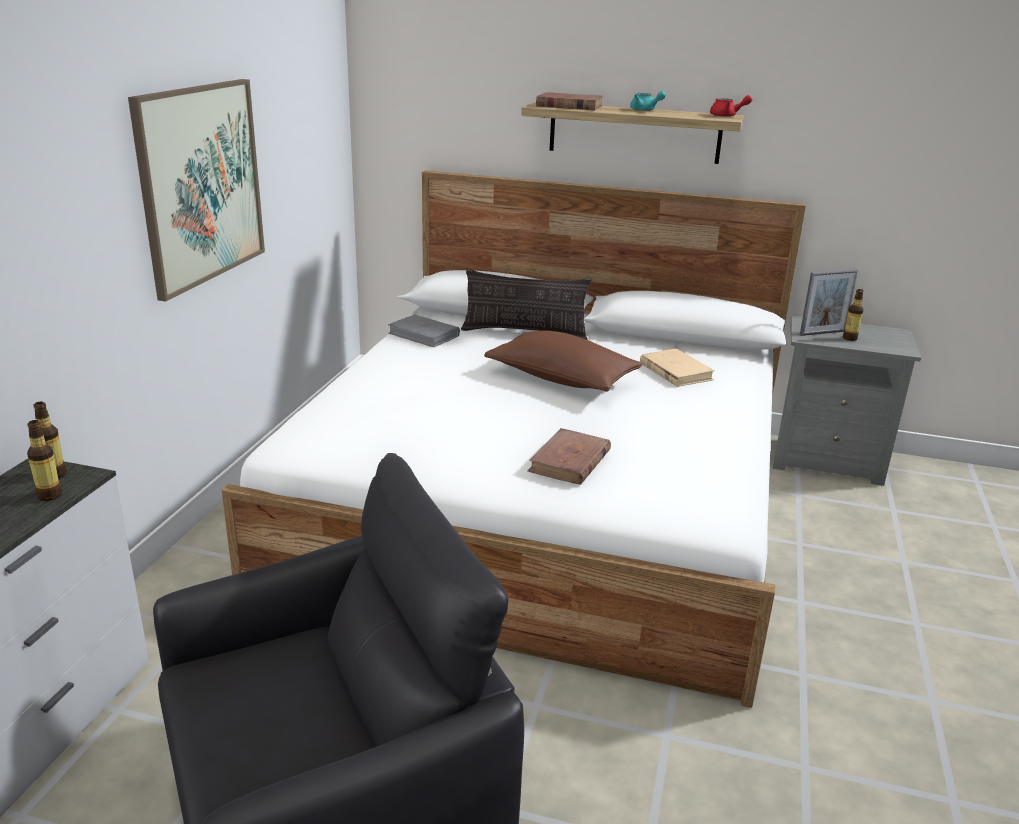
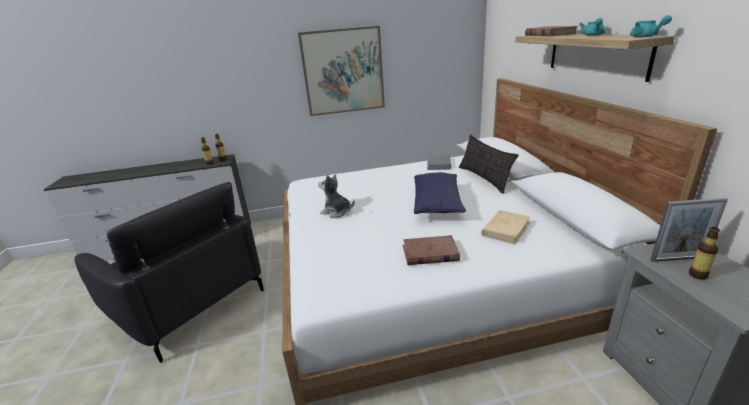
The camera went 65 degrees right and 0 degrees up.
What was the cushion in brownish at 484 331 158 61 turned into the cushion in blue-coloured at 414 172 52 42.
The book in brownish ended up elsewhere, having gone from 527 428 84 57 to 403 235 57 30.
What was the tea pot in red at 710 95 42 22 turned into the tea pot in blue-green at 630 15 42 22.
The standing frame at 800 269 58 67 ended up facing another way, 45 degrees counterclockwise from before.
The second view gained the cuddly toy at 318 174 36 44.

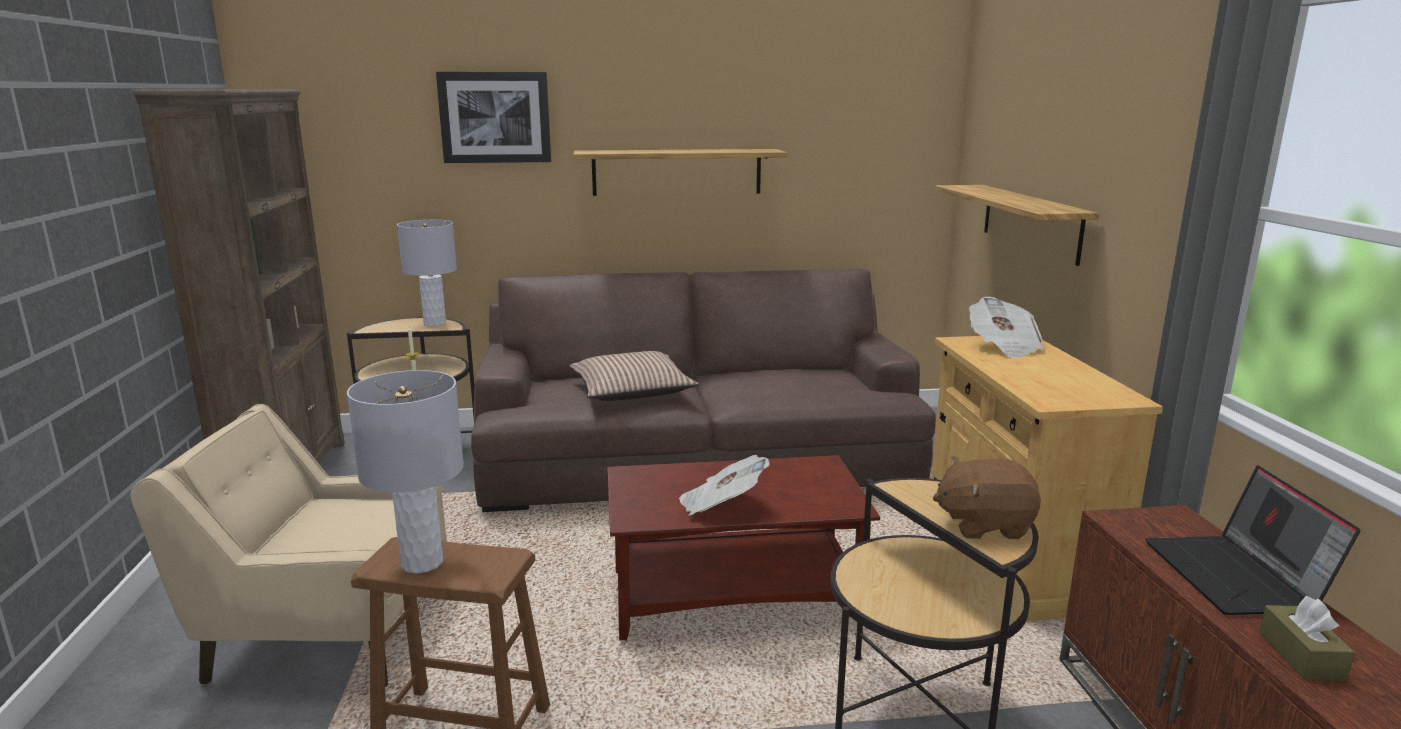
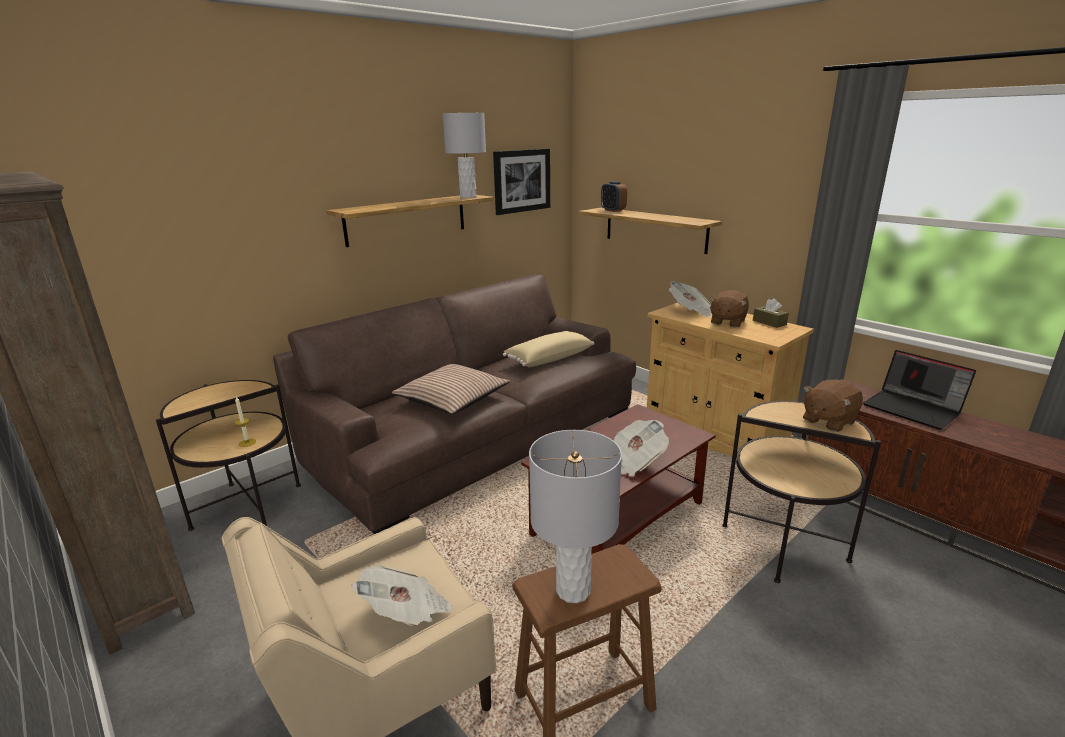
The camera went 35 degrees left and 5 degrees up.
The table lamp in greyish ended up elsewhere, having gone from 397 220 60 107 to 442 113 44 85.
The wall art ended up elsewhere, having gone from 436 72 115 91 to 493 148 57 67.
The tissue holder in brownish ended up elsewhere, having gone from 1259 596 96 85 to 753 298 36 30.
The second view gained the newspaper at 351 565 102 61.
The second view gained the cushion in sand-coloured at 503 331 92 36.
The second view gained the table clock at 601 181 26 31.
The second view gained the cuddly toy in brownish at 709 290 40 38.

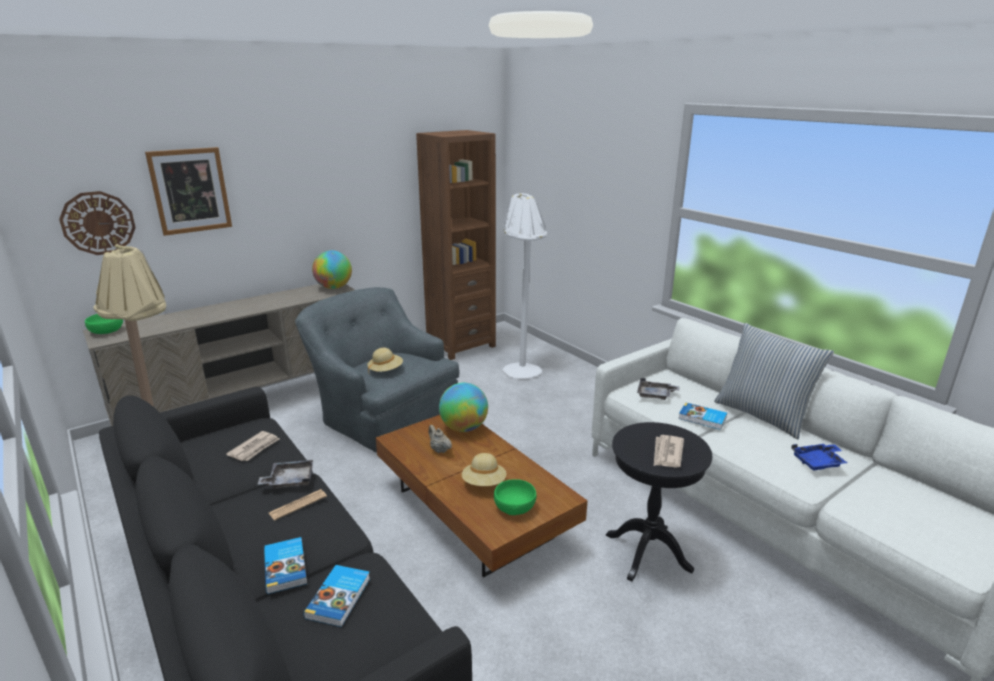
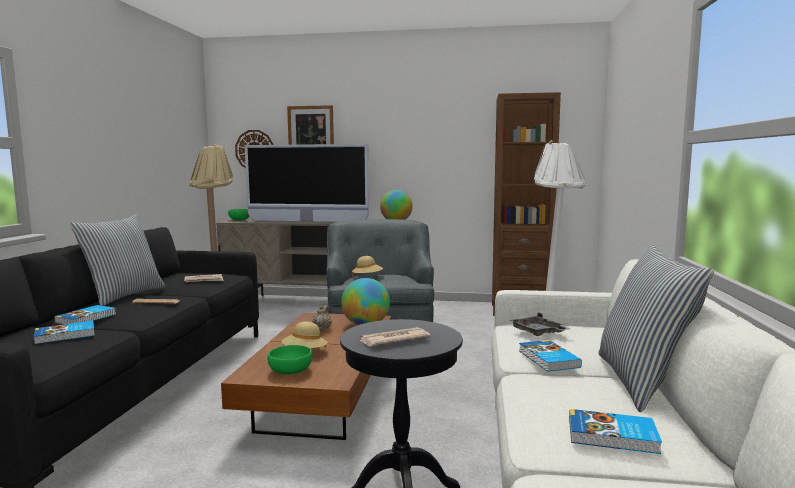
The camera went 45 degrees right and 15 degrees down.
The second view lost the carrying tray in greyish at 257 460 56 29.
Where the carrying tray in blue-coloured stood at 791 444 56 26, the book came to stand at 569 409 93 45.
The second view gained the cushion at 69 214 97 92.
The second view gained the TV at 245 144 124 78.

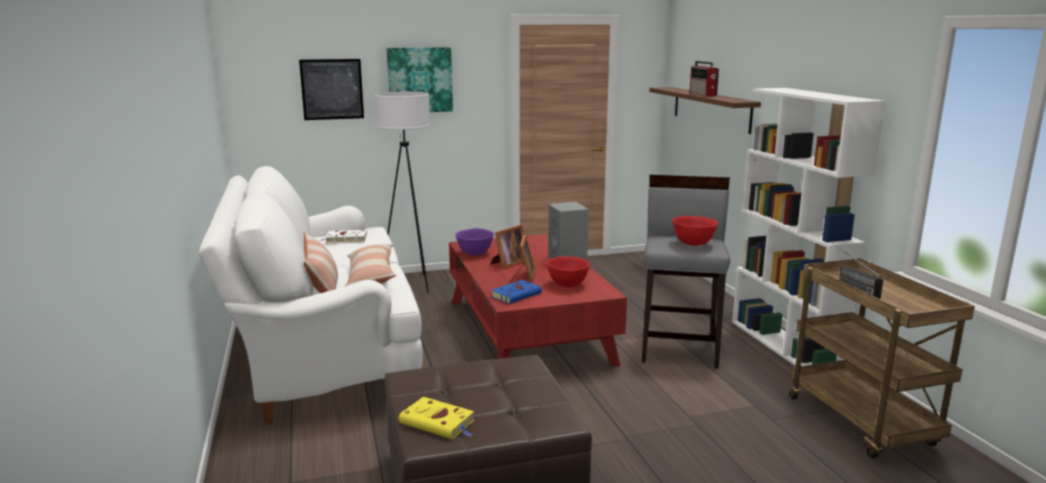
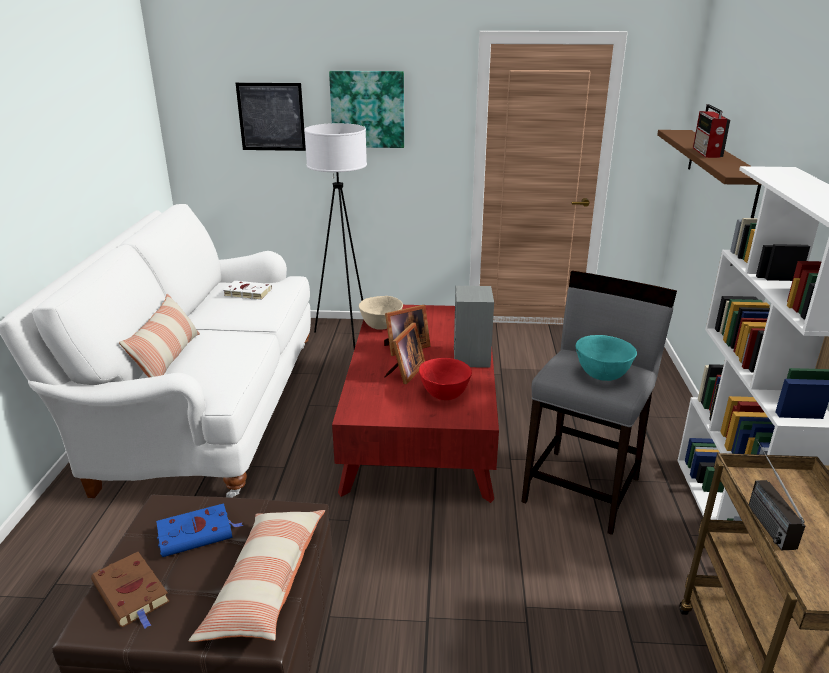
The camera went 20 degrees right and 10 degrees up.
The cushion ended up elsewhere, having gone from 344 244 52 43 to 189 510 136 132.
What was the book in yellow-coloured at 399 397 75 42 turned into the book in brownish at 91 552 79 77.
What was the serving bowl in purple-coloured at 455 228 39 28 turned into the serving bowl in sand-coloured at 359 296 44 34.
The book in blue-coloured ended up elsewhere, having gone from 491 280 51 24 to 156 503 88 54.
What was the serving bowl in red at 672 216 46 30 turned into the serving bowl in blue-green at 576 335 61 46.

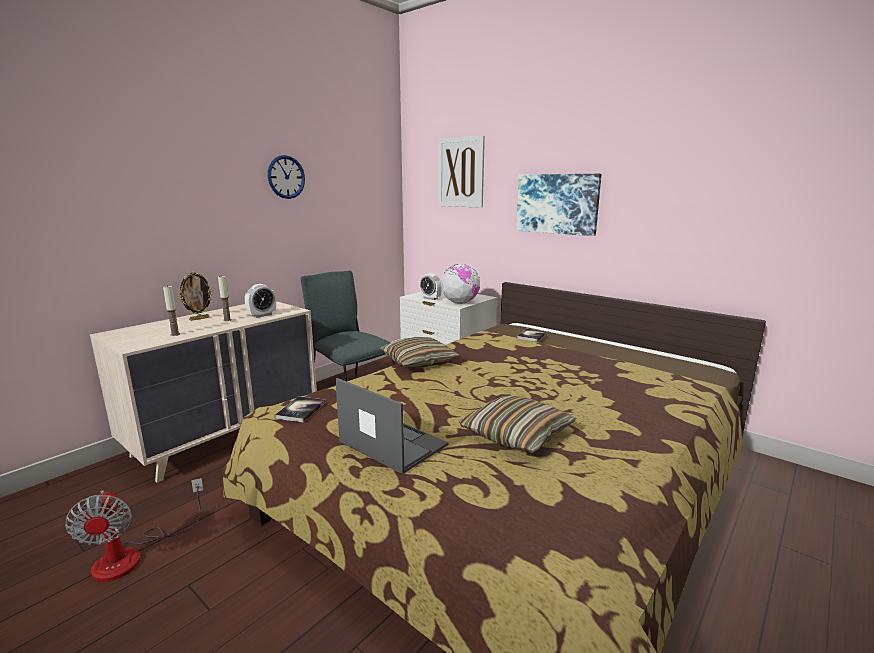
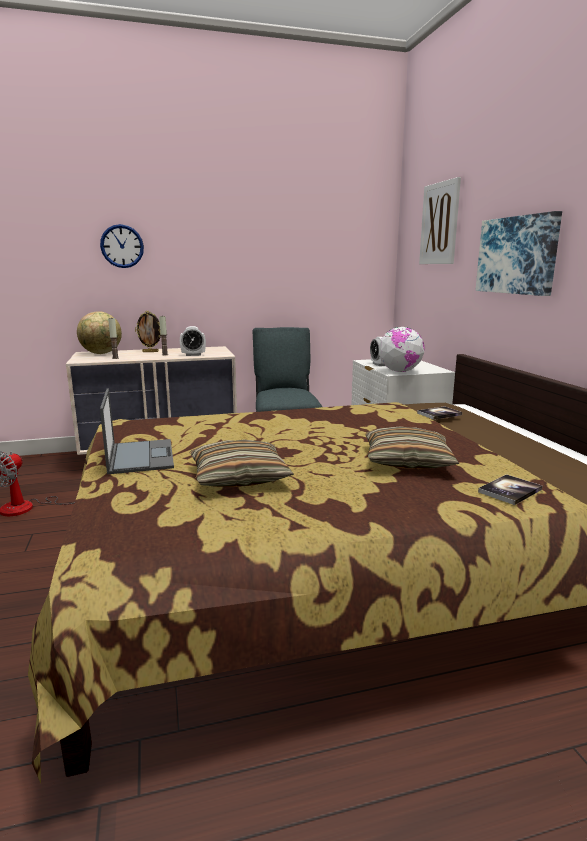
The camera went 35 degrees right and 0 degrees up.
The wall clock ended up elsewhere, having gone from 268 155 37 44 to 100 224 44 44.
The book ended up elsewhere, having gone from 275 396 50 27 to 478 474 64 31.
The cushion ended up elsewhere, having gone from 380 337 80 31 to 365 426 94 43.
The second view gained the world globe at 77 311 45 43.

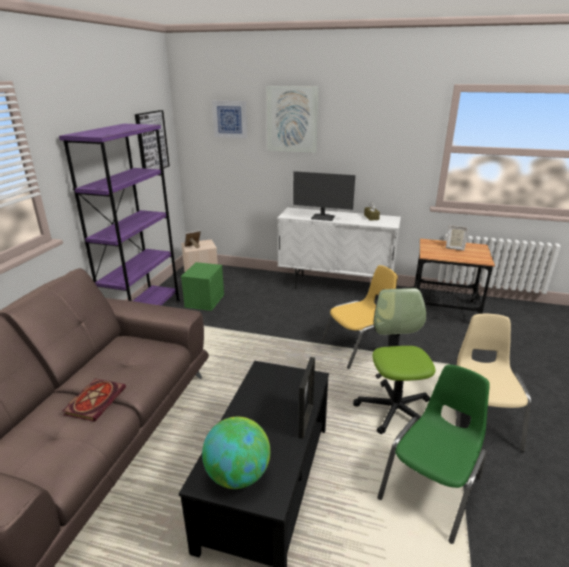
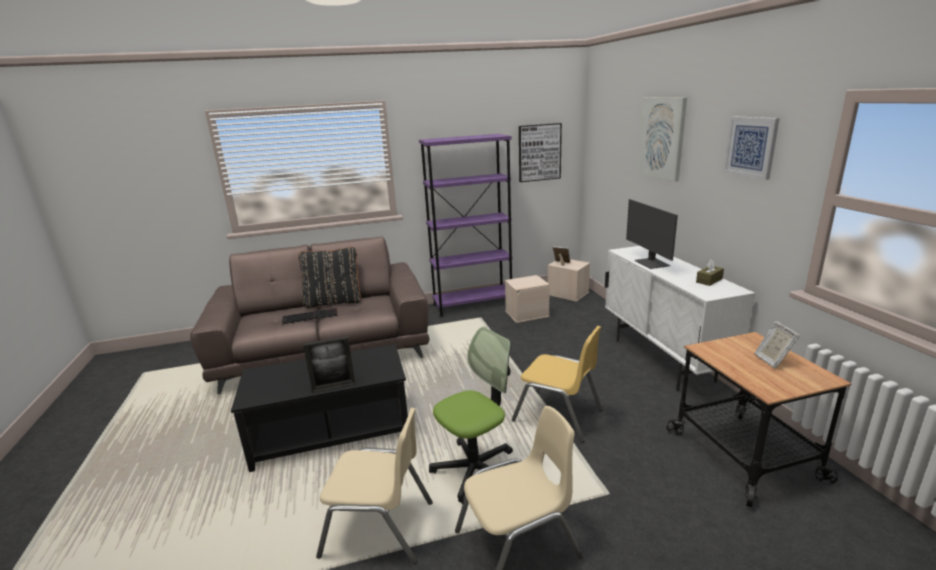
The camera went 60 degrees right and 5 degrees down.
Where the book stood at 62 379 64 43, the PC keyboard came to stand at 282 308 56 16.
What was the storage container in greenish at 181 262 43 49 turned into the storage container in sand-coloured at 505 275 45 48.
The second view lost the world globe at 202 417 68 72.
The wall art ended up elsewhere, having gone from 212 101 35 37 to 723 116 57 64.
What was the chair in greenish at 378 365 112 179 turned into the chair in sand-coloured at 316 408 117 156.
The second view gained the cushion in blackish at 299 247 62 61.

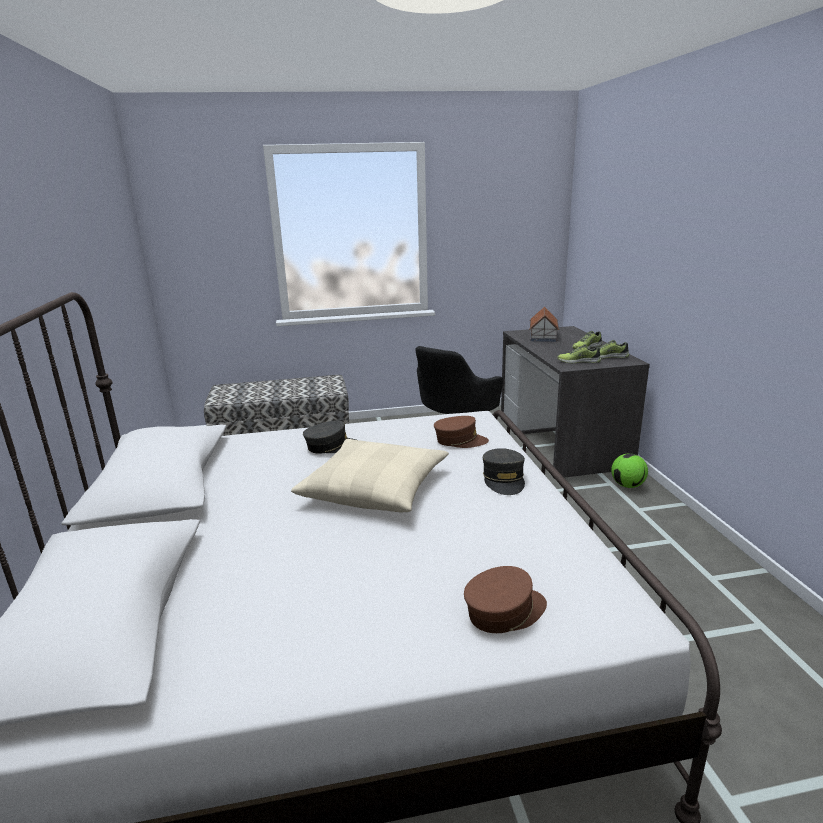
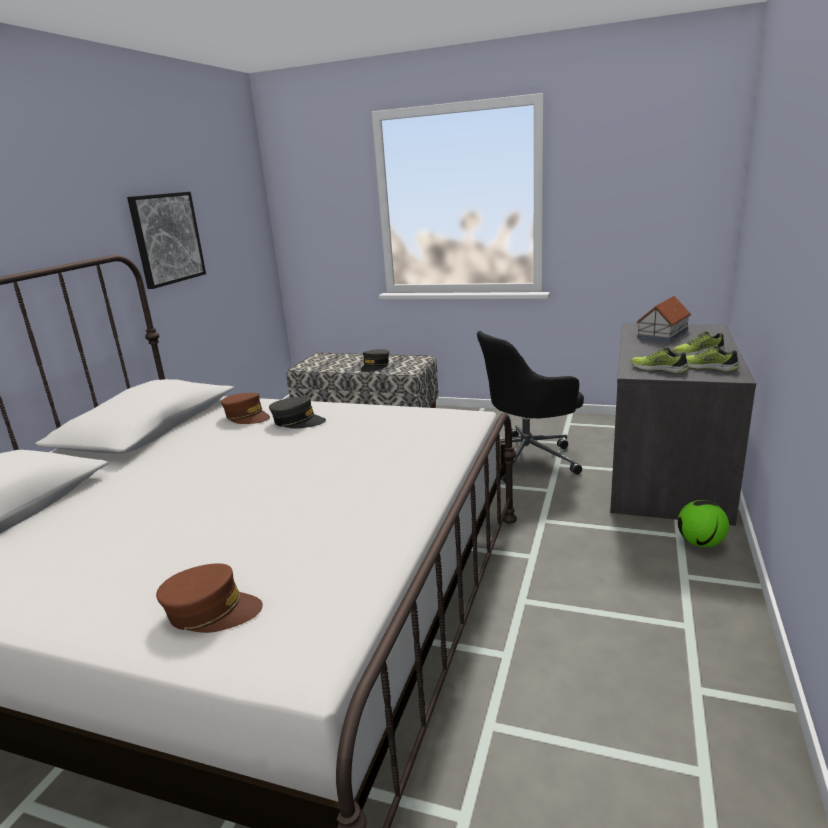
The camera went 30 degrees right and 0 degrees up.
The second view lost the cushion in sand-coloured at 291 439 158 74.
The cap in brownish ended up elsewhere, having gone from 434 416 55 32 to 221 393 49 31.
The cap in greyish ended up elsewhere, having gone from 483 448 42 47 to 361 349 28 23.
The second view gained the wall art at 127 192 79 97.

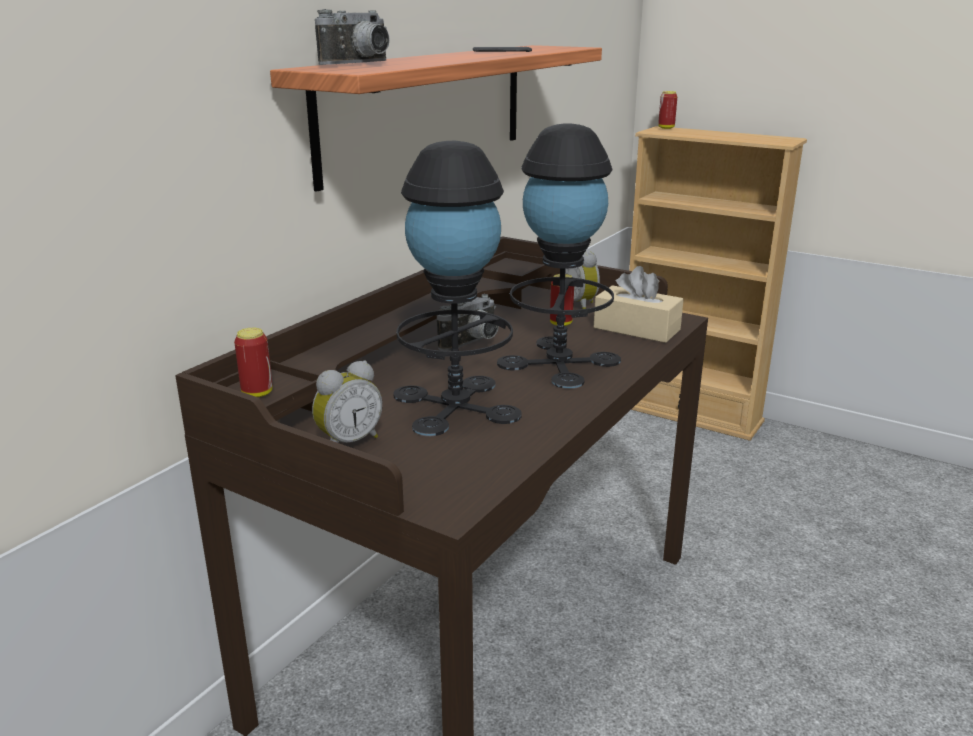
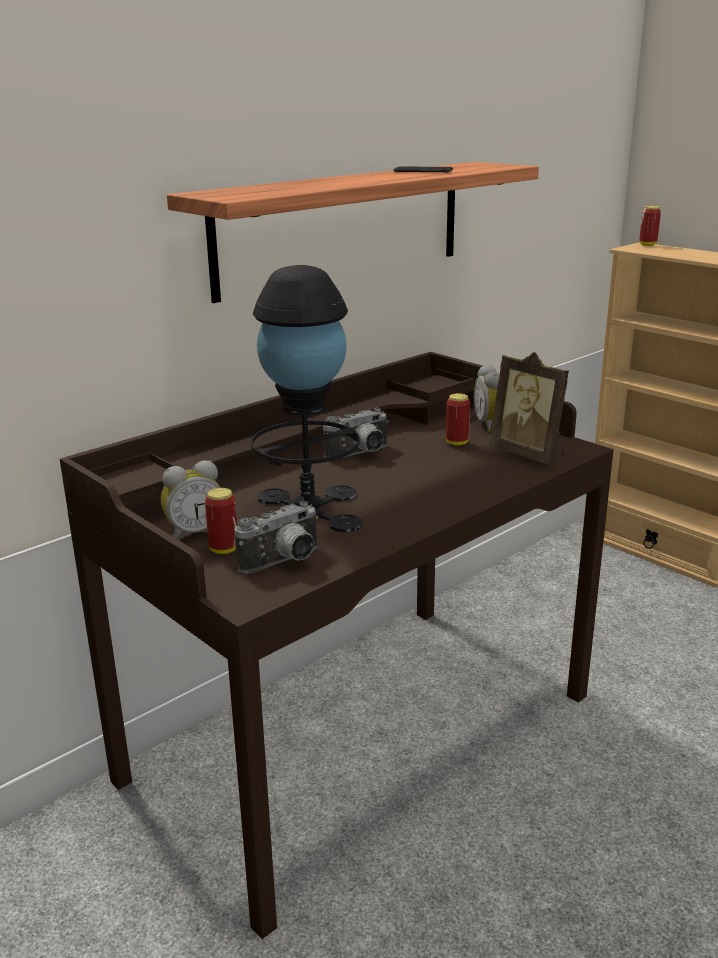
The camera went 15 degrees right and 0 degrees up.
The metal can ended up elsewhere, having gone from 234 328 38 69 to 205 488 33 66.
The still camera ended up elsewhere, having gone from 315 9 75 56 to 234 501 85 73.
The second view lost the table lamp in blackish at 497 123 124 266.
Where the tissue holder in sand-coloured stood at 594 266 90 77, the standing frame came to stand at 489 352 80 113.

